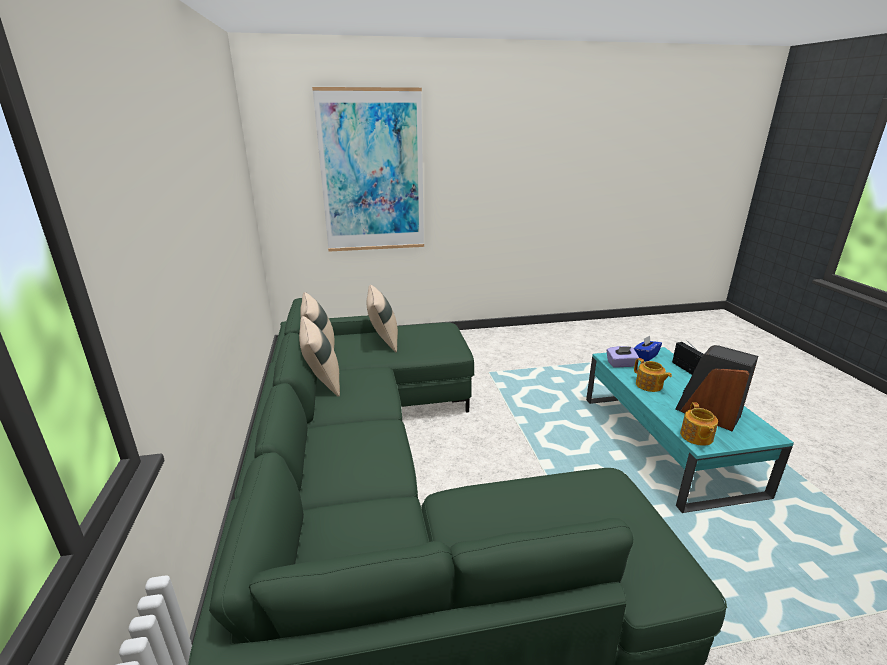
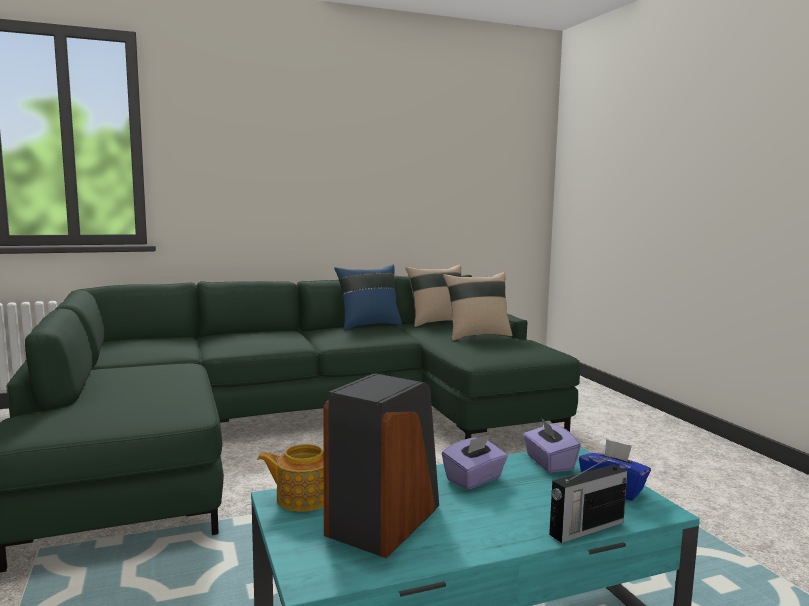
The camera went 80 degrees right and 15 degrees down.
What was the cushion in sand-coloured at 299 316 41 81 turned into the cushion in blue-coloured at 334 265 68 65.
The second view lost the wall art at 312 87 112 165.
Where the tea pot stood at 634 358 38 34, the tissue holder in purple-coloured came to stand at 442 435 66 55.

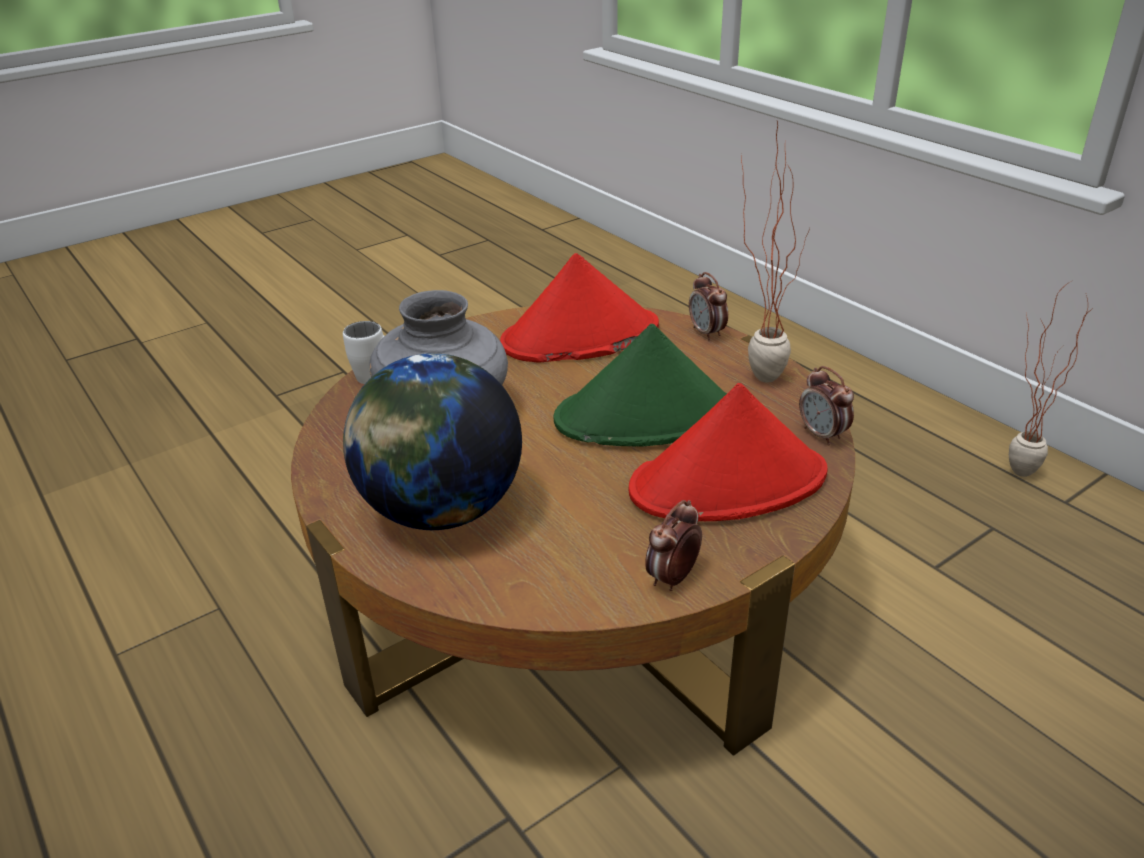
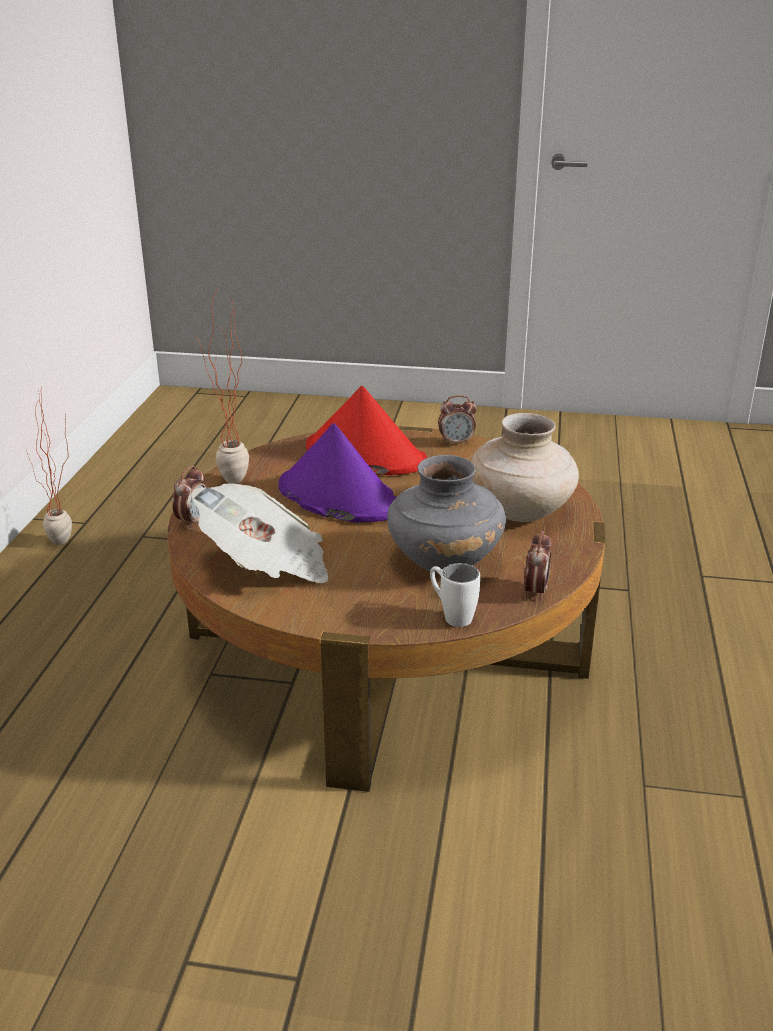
The camera went 135 degrees left and 5 degrees down.
Where the world globe stood at 343 353 179 177, the decorative vase in sand-coloured came to stand at 470 413 109 109.
Where the wearable hat in red stood at 500 253 159 110, the newspaper came to stand at 191 483 137 100.
What was the wearable hat in greenish at 554 324 173 122 turned into the wearable hat in purple-coloured at 278 423 119 100.
The table clock ended up elsewhere, having gone from 799 366 55 80 to 524 530 27 70.

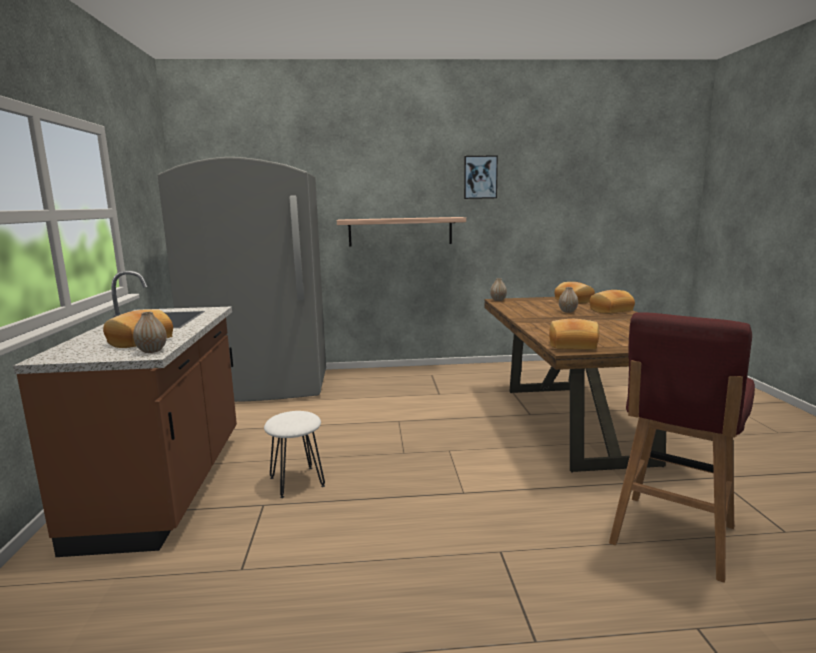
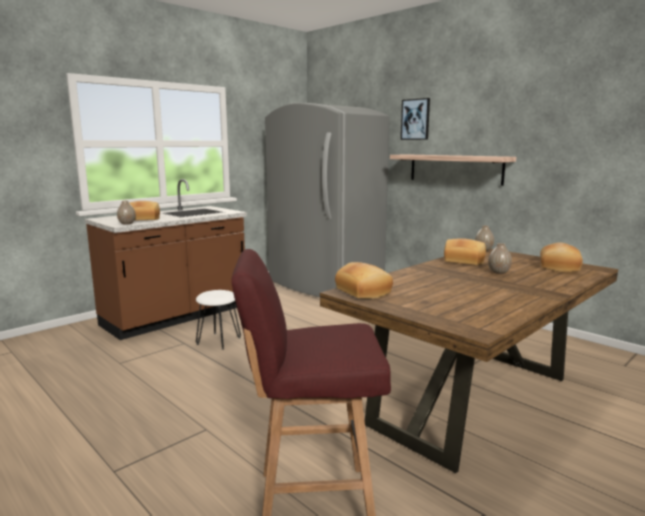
The camera went 50 degrees right and 0 degrees up.
The wall art ended up elsewhere, having gone from 464 155 34 44 to 401 98 29 42.
The bakery bread ended up elsewhere, having gone from 589 290 46 23 to 444 238 42 27.

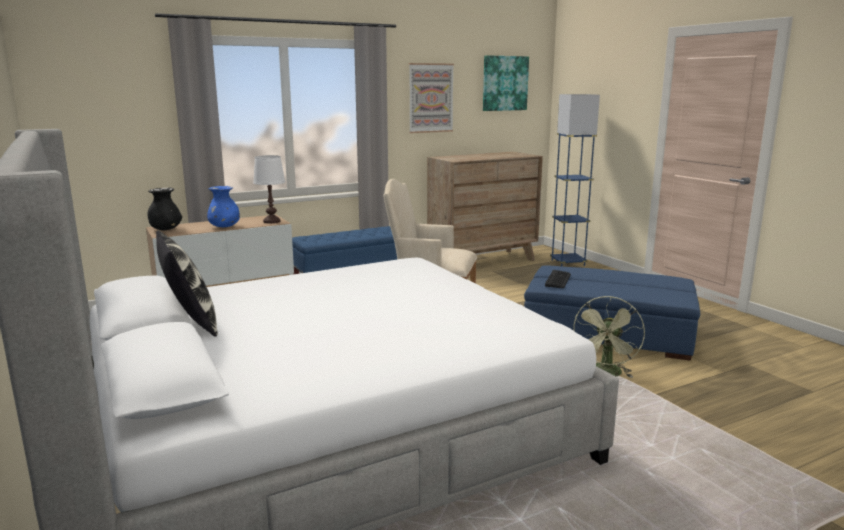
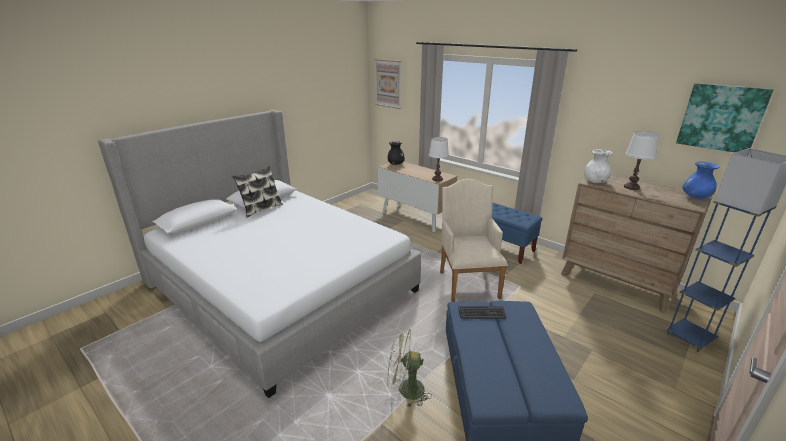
The camera went 70 degrees right and 10 degrees up.
The decorative vase in blue-coloured ended up elsewhere, having gone from 207 186 33 41 to 683 162 37 37.
The wall art ended up elsewhere, having gone from 409 63 45 70 to 375 59 26 50.
The second view gained the decorative vase in whitish at 584 149 29 34.
The second view gained the table lamp in whitish at 624 131 35 59.

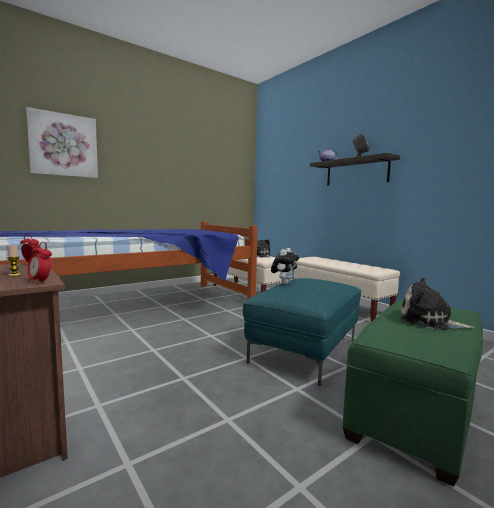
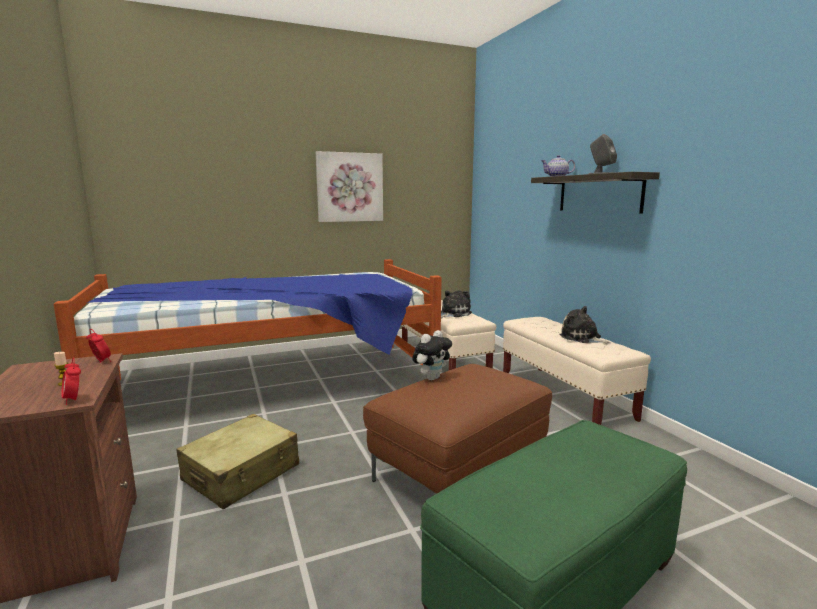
The camera went 15 degrees right and 5 degrees up.
The wall art ended up elsewhere, having gone from 26 107 72 71 to 316 151 67 71.
What was the pouffe in blue-green at 243 278 118 108 turned into the pouffe in brownish at 363 364 189 130.
The cuddly toy ended up elsewhere, having gone from 400 278 74 52 to 560 306 51 38.
The second view gained the suitcase in sand-coloured at 177 414 122 95.

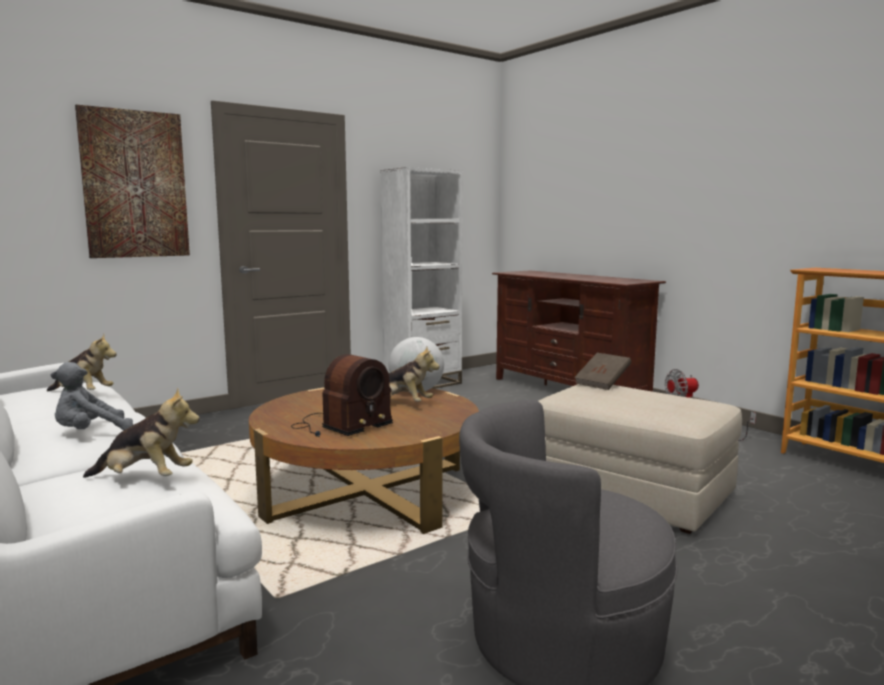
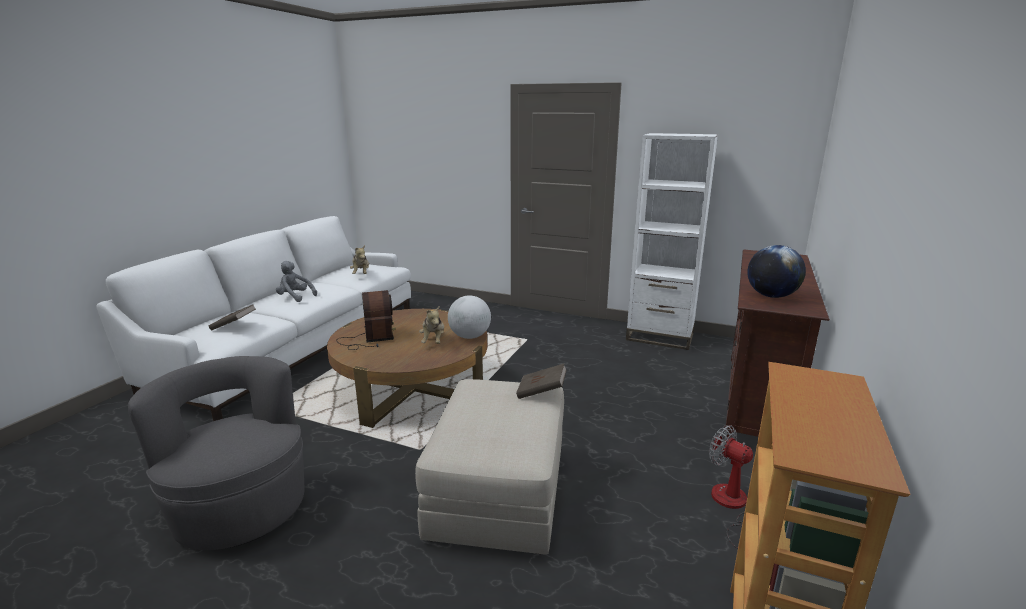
The camera went 60 degrees right and 10 degrees up.
The second view lost the wall art at 75 105 115 153.
Where the cuddly toy stood at 83 388 117 90, the book in brownish came to stand at 209 304 47 26.
The radio at 291 354 102 83 ended up facing another way, 120 degrees counterclockwise from before.
The second view gained the world globe at 747 245 59 53.

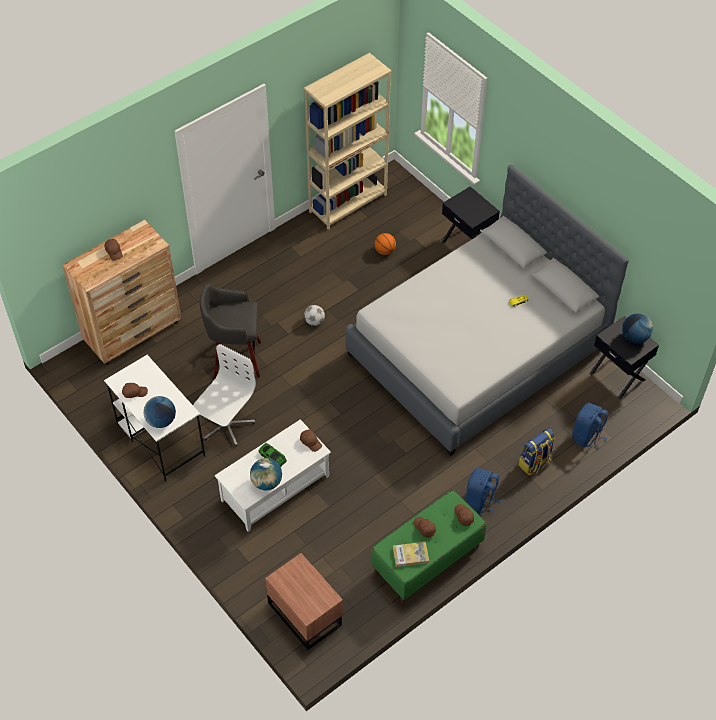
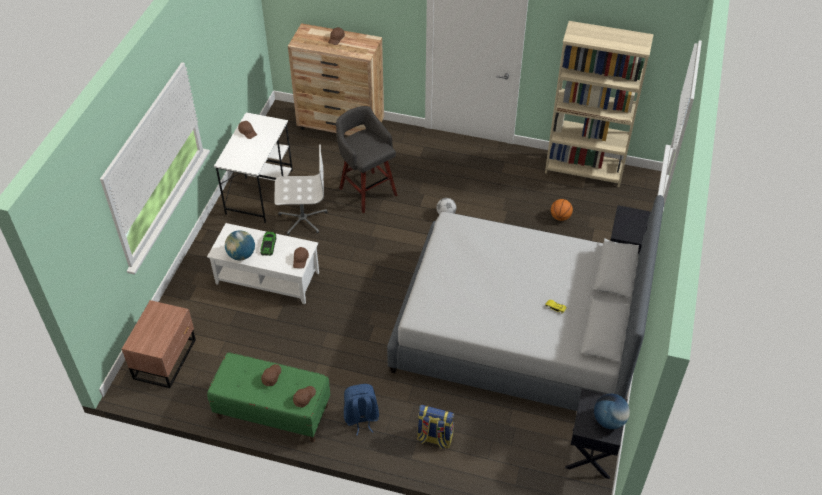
The camera went 55 degrees right and 5 degrees down.
The second view lost the world globe at 143 396 33 32.
The second view lost the book at 393 542 36 25.
The second view lost the rucksack in blue-coloured at 572 403 36 46.

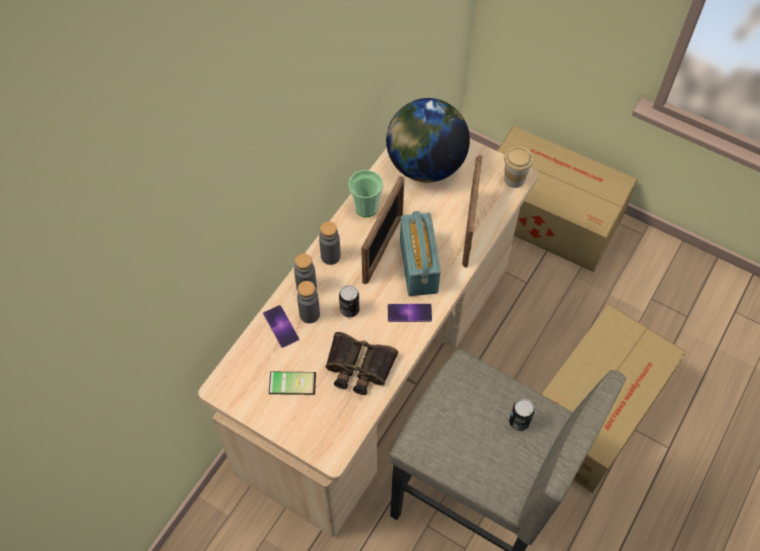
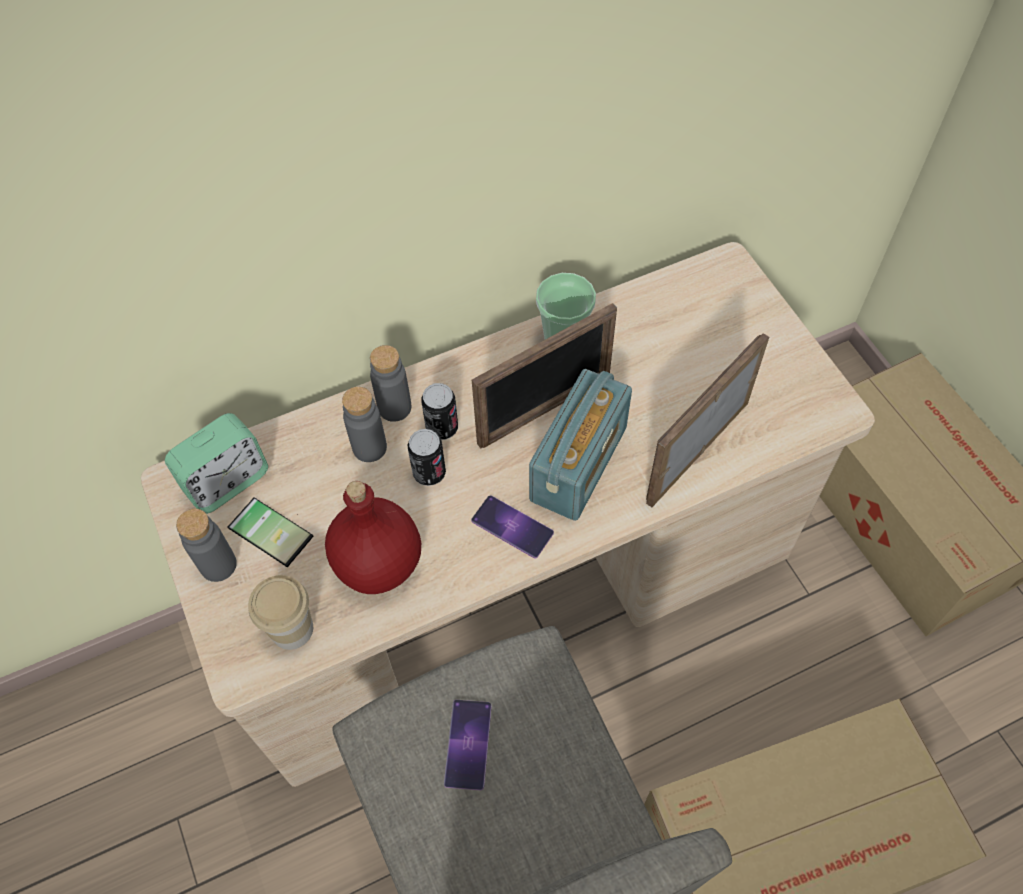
The camera went 35 degrees right and 0 degrees up.
The phone ended up elsewhere, having gone from 263 305 36 43 to 444 700 48 91.
The bottle in greyish ended up elsewhere, having gone from 319 222 22 43 to 176 509 61 73.
Where the binoculars stood at 325 332 73 63, the bottle in red came to stand at 325 481 96 113.
The second view lost the world globe at 386 98 84 84.
The drinking cup ended up elsewhere, having gone from 504 147 29 41 to 248 575 65 75.
The metal can ended up elsewhere, having gone from 509 399 25 32 to 422 383 36 57.
The second view gained the table clock at 165 413 103 101.

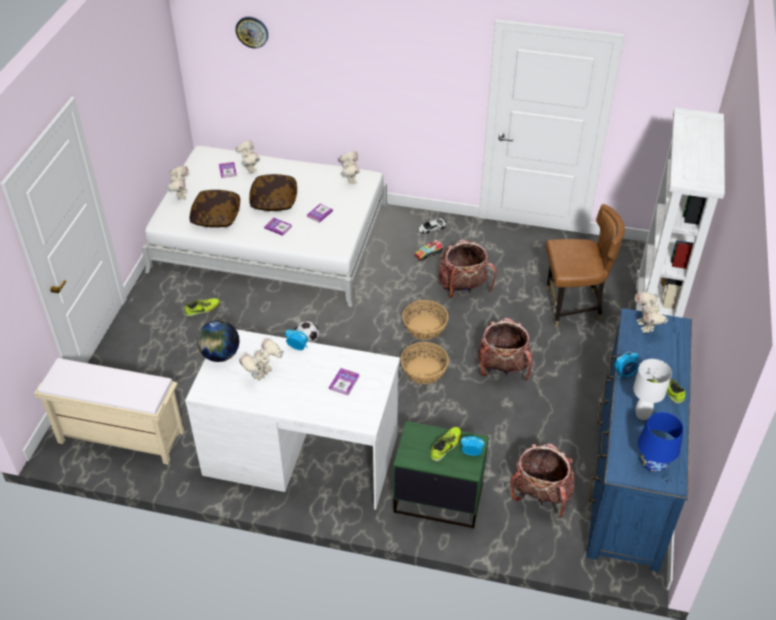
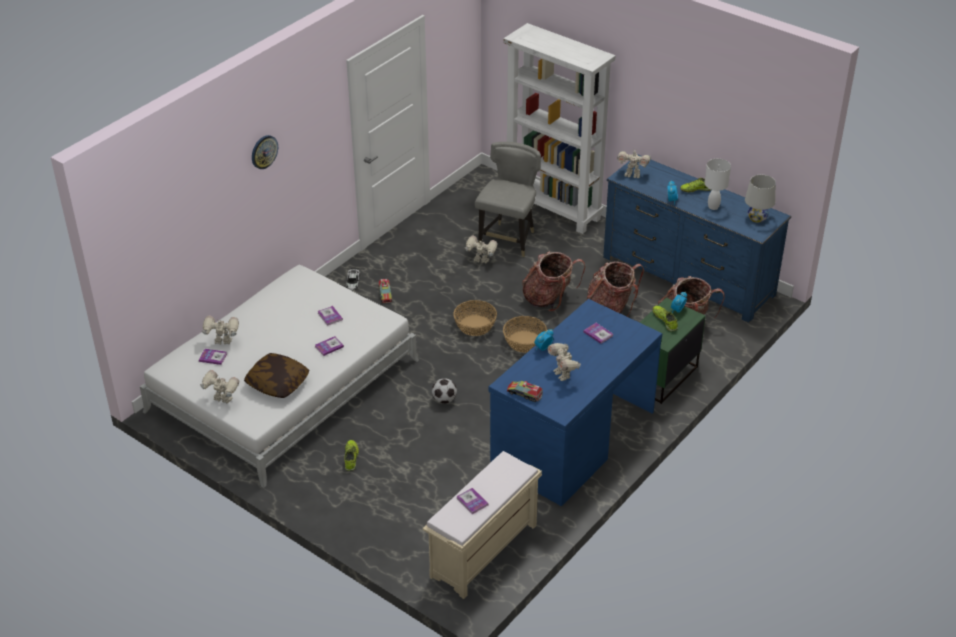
The camera went 65 degrees left and 5 degrees down.
What was the desk table in whitish at 185 329 215 181 turned into the desk table in blue-coloured at 489 299 173 207.
Where the world globe stood at 197 320 42 42, the toy truck came to stand at 507 380 36 22.
The wall clock ended up elsewhere, having gone from 235 17 33 31 to 252 135 26 34.
The second view lost the cushion at 249 174 48 37.
The toy robot ended up elsewhere, having gone from 339 151 21 33 to 465 236 32 27.
The rucksack ended up elsewhere, having gone from 438 239 58 59 to 586 261 58 56.
What was the chair in brownish at 546 204 79 123 turned into the chair in greyish at 475 142 66 115.
What was the table lamp in blue-coloured at 638 412 45 60 turned into the table lamp in whitish at 745 175 31 48.
The second view gained the book at 456 488 32 26.

